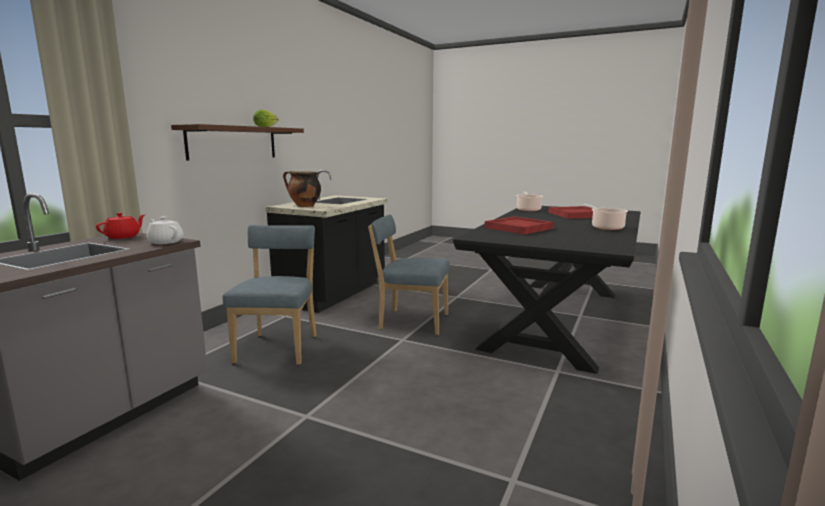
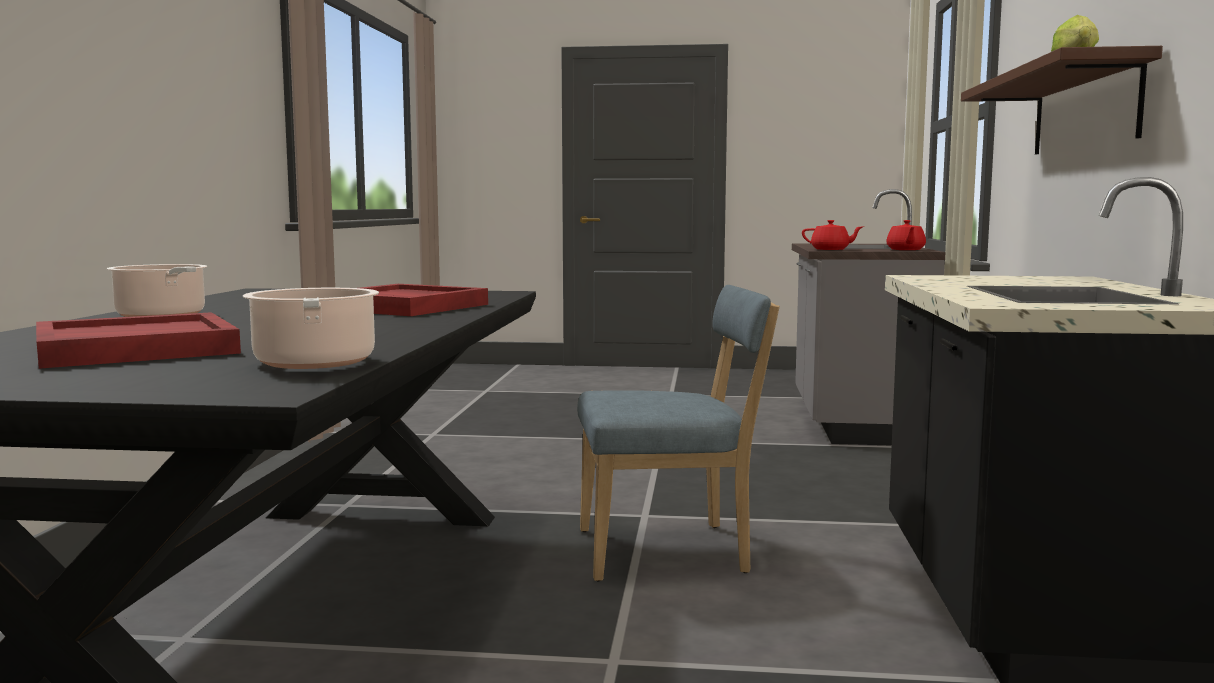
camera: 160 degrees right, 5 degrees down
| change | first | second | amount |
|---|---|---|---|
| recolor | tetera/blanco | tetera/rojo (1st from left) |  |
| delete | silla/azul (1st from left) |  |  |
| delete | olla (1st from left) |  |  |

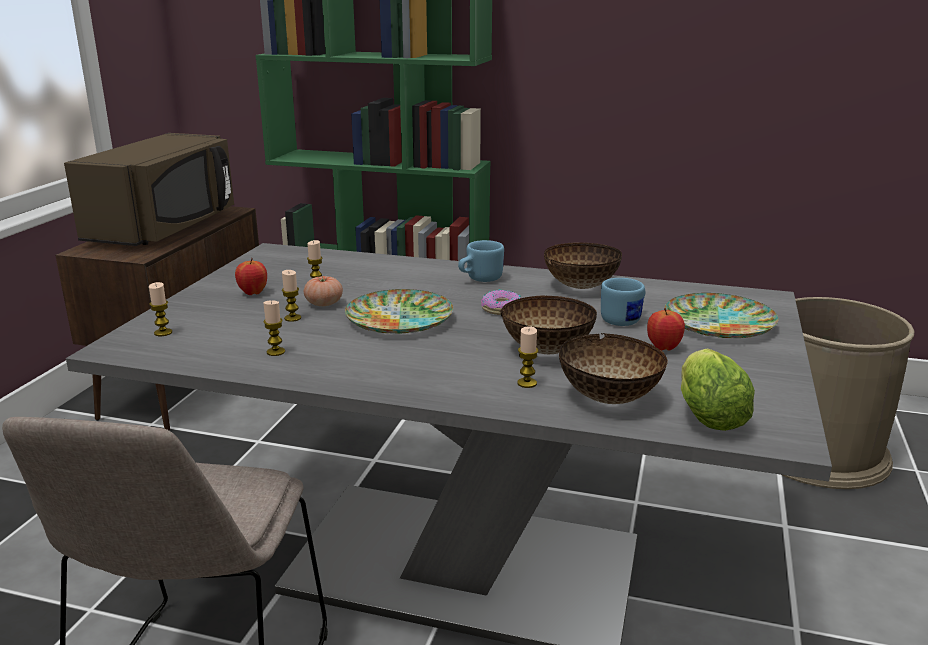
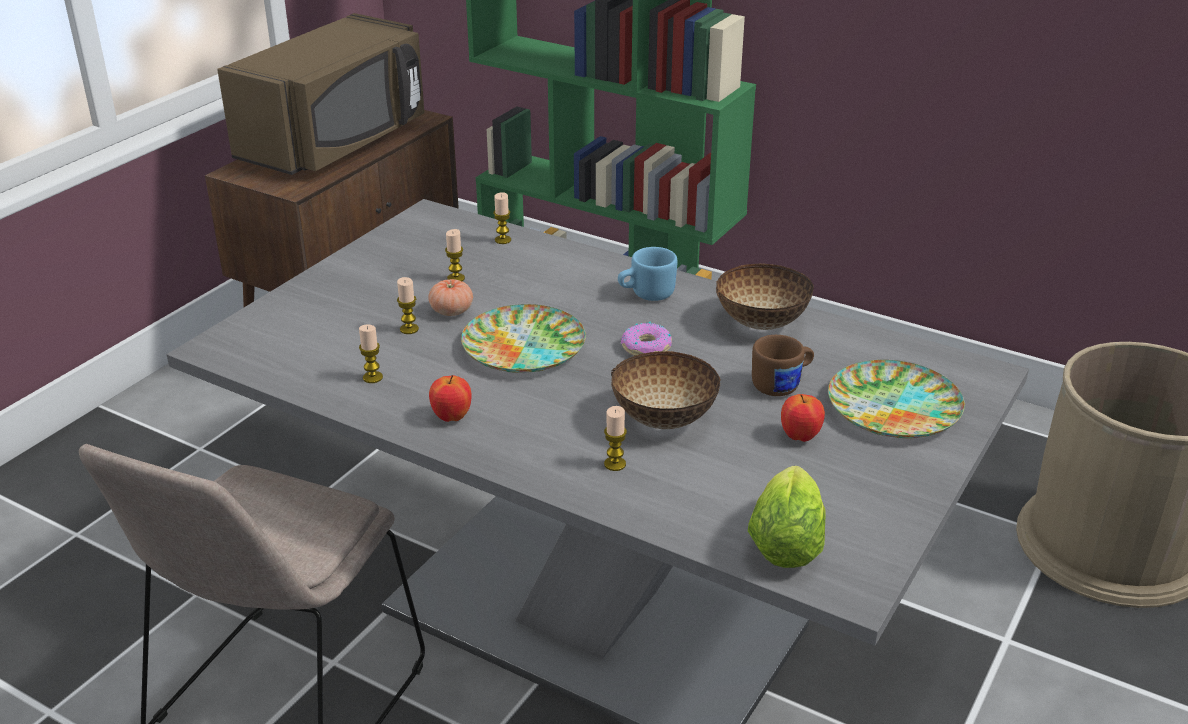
camera: 15 degrees right, 10 degrees up
| change | first | second | amount |
|---|---|---|---|
| move | manzana (1st from left) |  |  |
| move | vela (1st from left in the first image) | vela (4th from left) |  |
| recolor | taza grande/azul (2nd from left) | taza grande/marrón |  |
| delete | cuenco (3rd from left) |  |  |

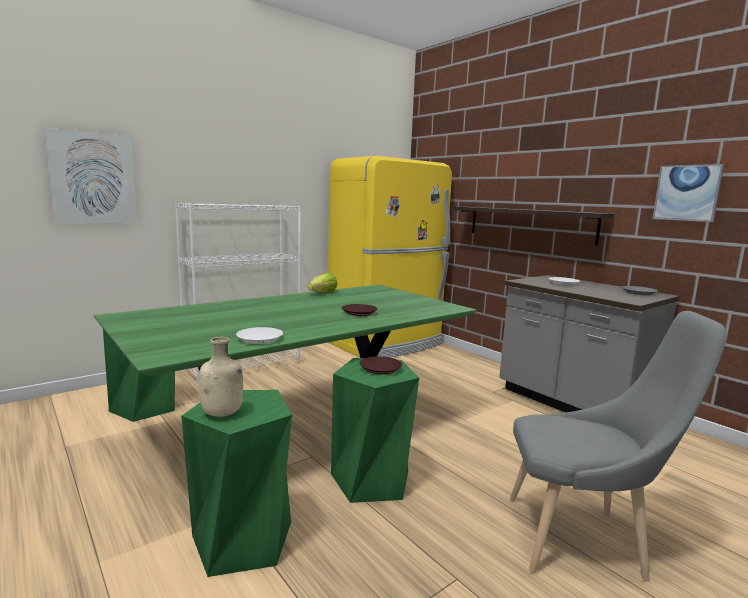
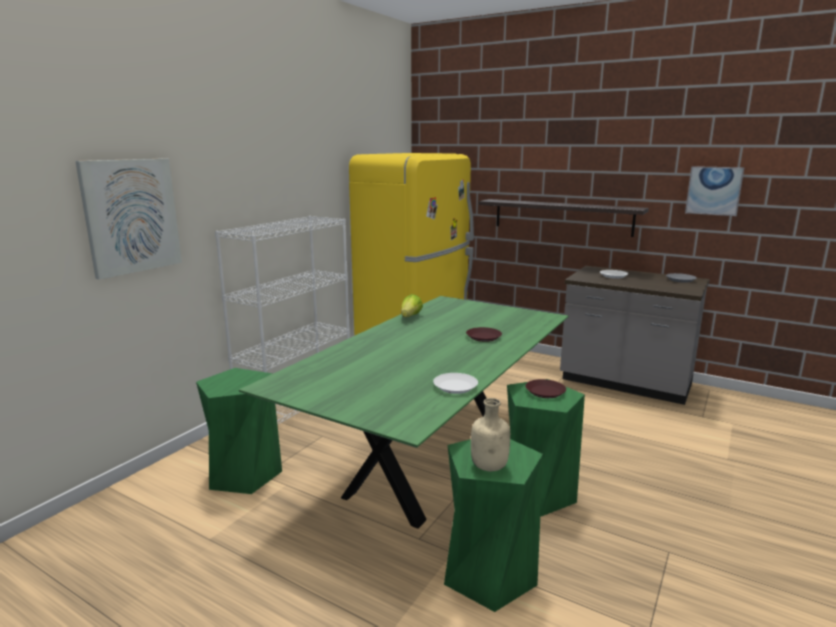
camera: 20 degrees left, 5 degrees up
| change | first | second | amount |
|---|---|---|---|
| delete | silla/gris |  |  |

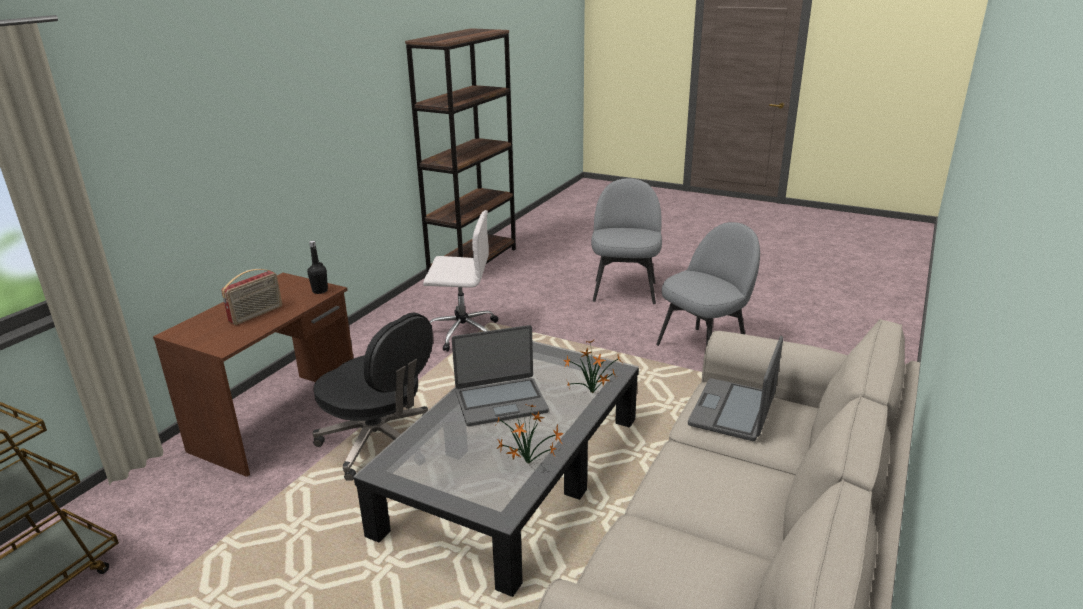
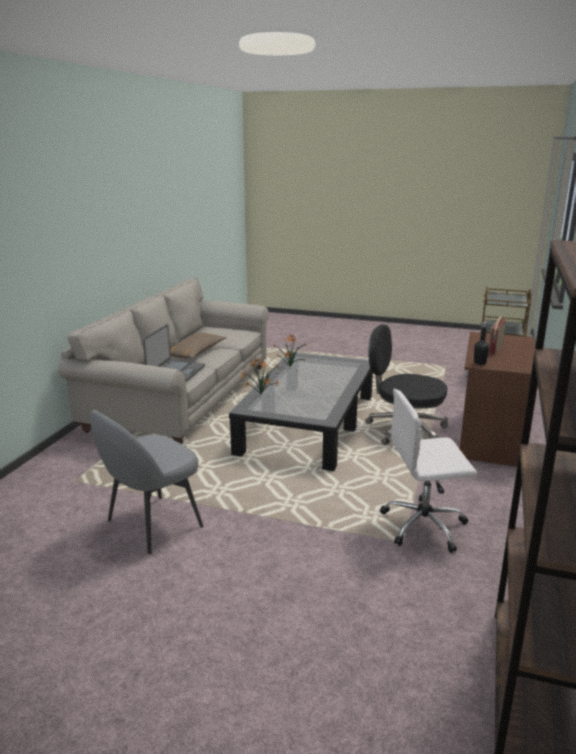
camera: 170 degrees right, 5 degrees down
| change | first | second | amount |
|---|---|---|---|
| insert |  | cojín/marrón |  |
| delete | portátil (1st from left) |  |  |
| delete | silla/gris (1st from left) |  |  |

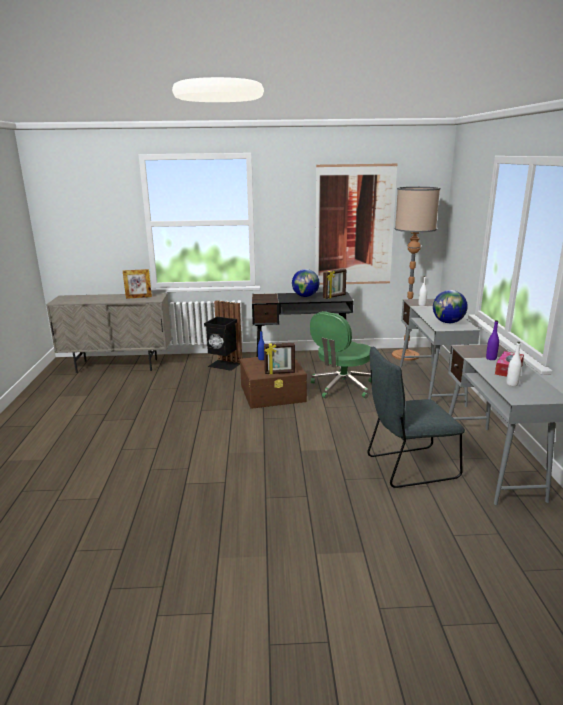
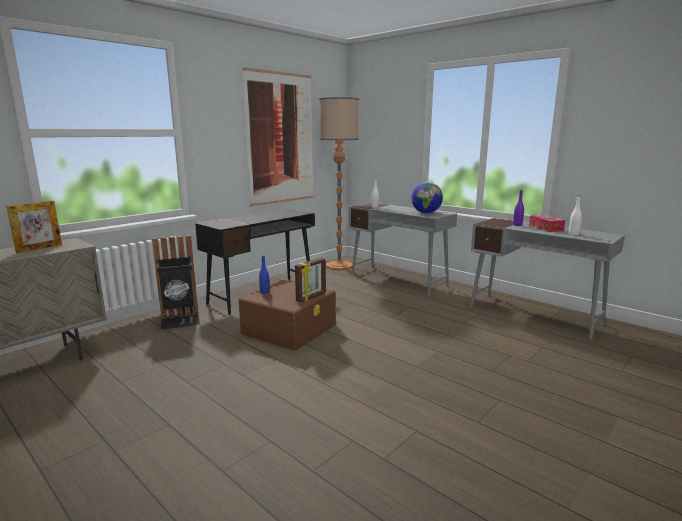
camera: 45 degrees left, 5 degrees down
| change | first | second | amount |
|---|---|---|---|
| delete | globo terráqueo (1st from left) |  |  |
| delete | silla de oficina/verde |  |  |
| delete | portarretratos (3rd from left) |  |  |
| delete | silla/gris |  |  |

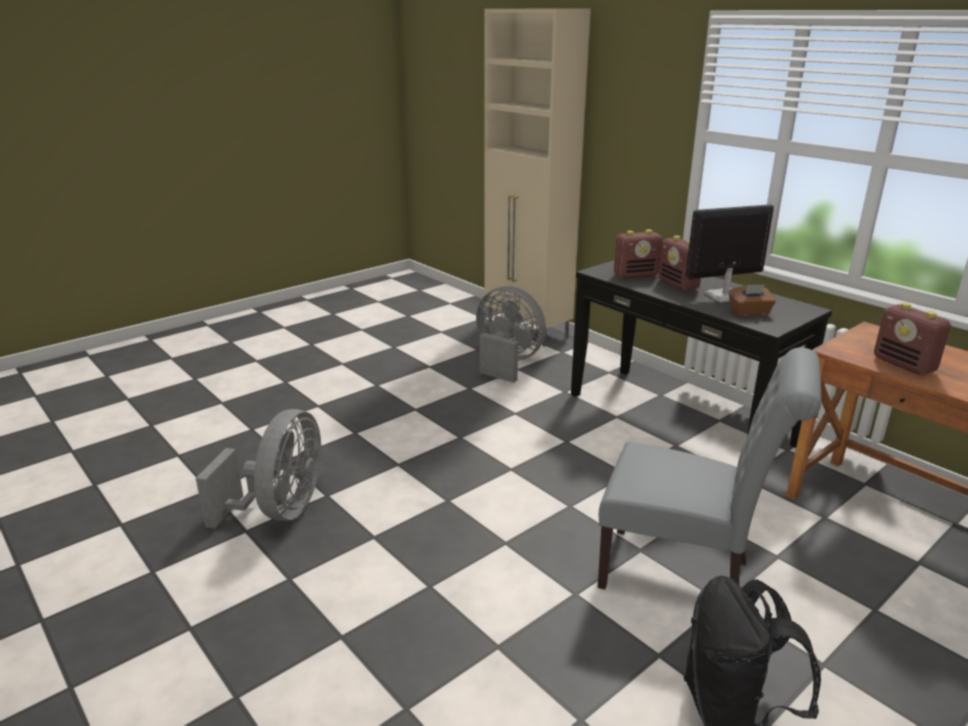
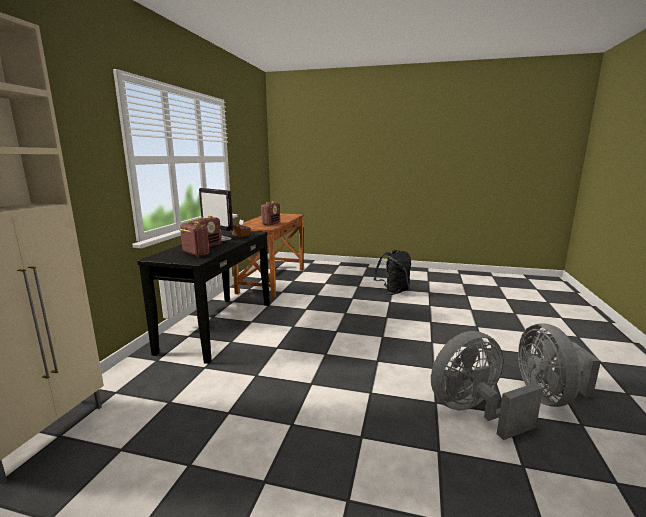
camera: 125 degrees left, 10 degrees down
| change | first | second | amount |
|---|---|---|---|
| move | ventilador/gris (2nd from left) |  |  |
| delete | silla/gris |  |  |

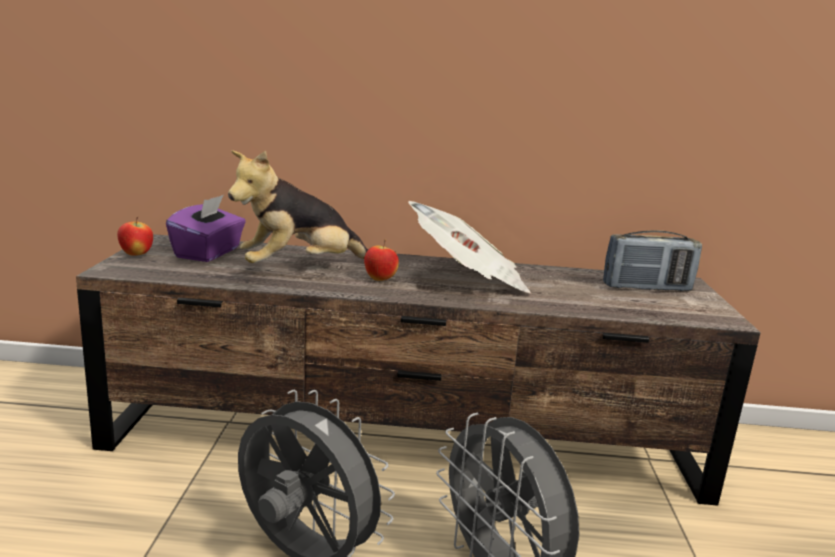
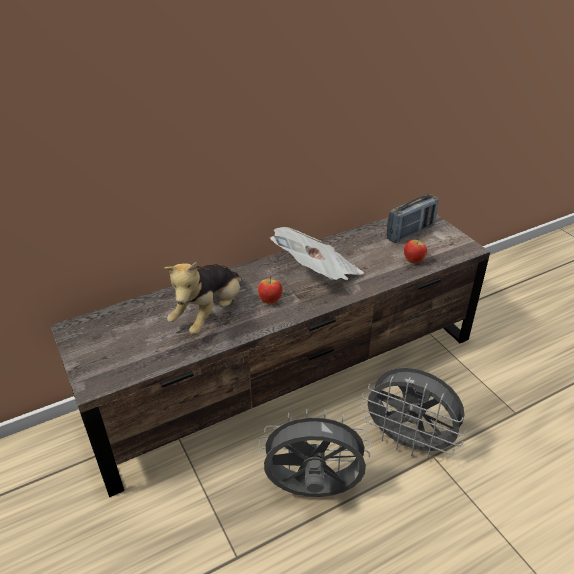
camera: 30 degrees left, 20 degrees up
| change | first | second | amount |
|---|---|---|---|
| move | manzana (1st from left in the first image) | manzana (2nd from left) |  |
| delete | caja de pañuelos/morado |  |  |

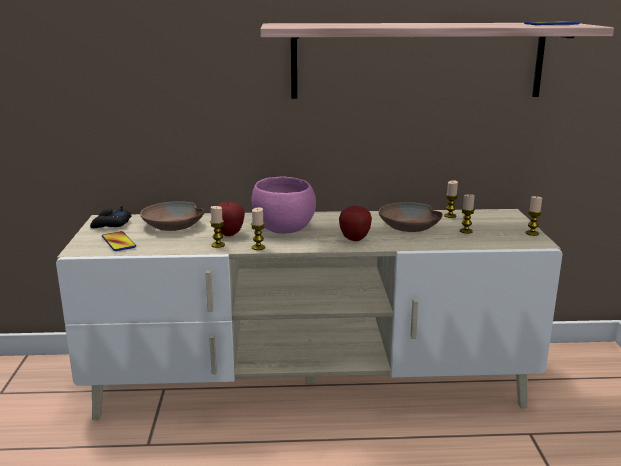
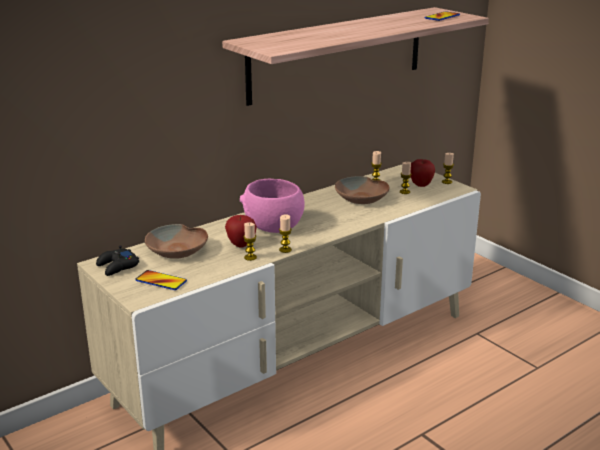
camera: 35 degrees left, 5 degrees up
| change | first | second | amount |
|---|---|---|---|
| move | manzana (2nd from left) |  |  |

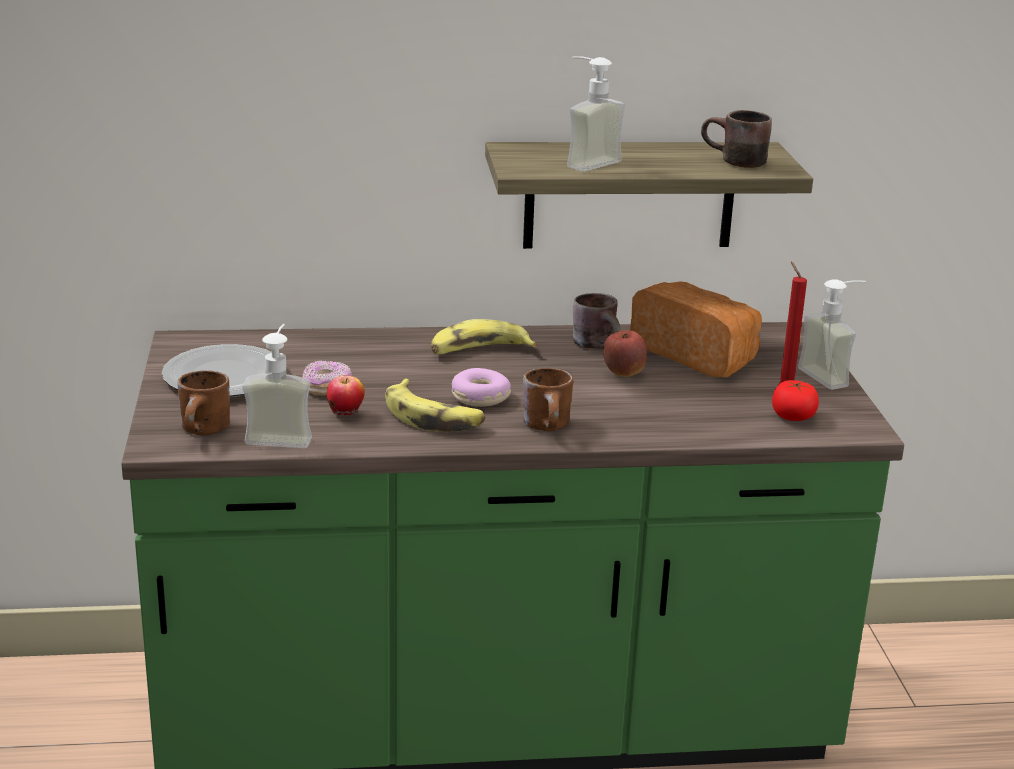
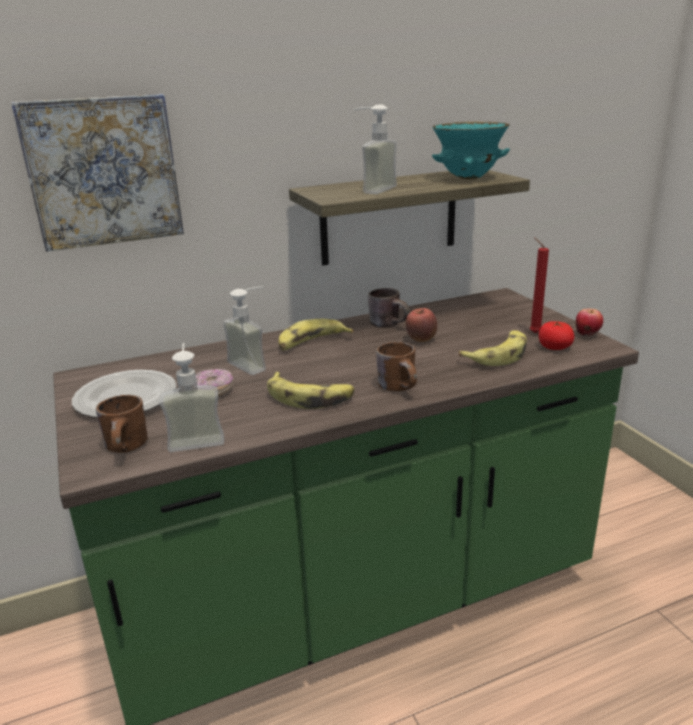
camera: 15 degrees left, 0 degrees up
| change | first | second | amount |
|---|---|---|---|
| insert |  | cuadro |  |
| move | dispensador de jabón (3rd from left in the first image) | dispensador de jabón (2nd from left) |  |
| replace | taza grande/marrón (4th from left) | cuenco/turquesa |  |
| insert |  | plátano (3rd from left) |  |
| move | manzana (1st from left in the first image) | manzana (2nd from left) |  |
| delete | rosquilla (2nd from left) |  |  |
| delete | pan |  |  |

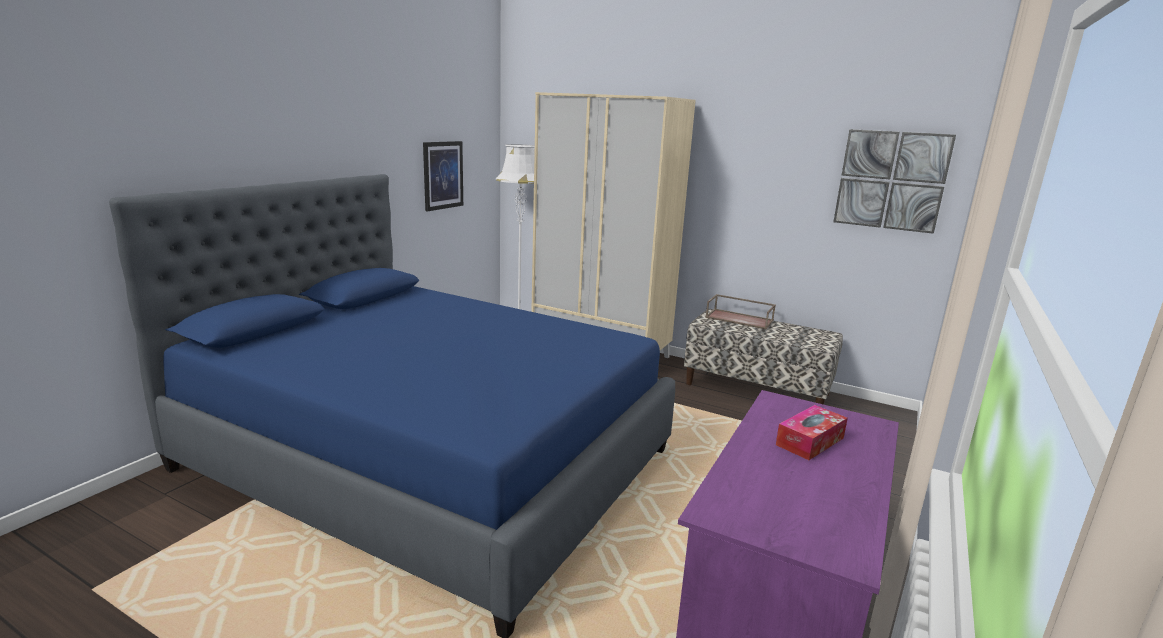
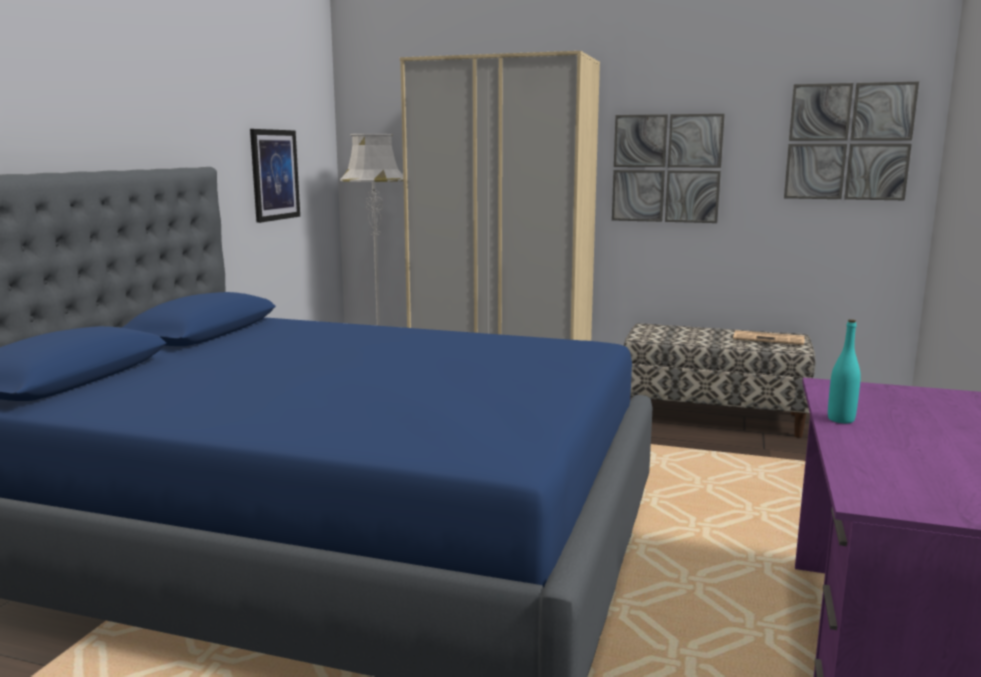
camera: 10 degrees left, 5 degrees down
| change | first | second | amount |
|---|---|---|---|
| insert |  | cuadro (2nd from left) |  |
| insert |  | periódico |  |
| insert |  | botella/turquesa |  |
| delete | bandeja/marrón |  |  |
| delete | caja de pañuelos |  |  |

